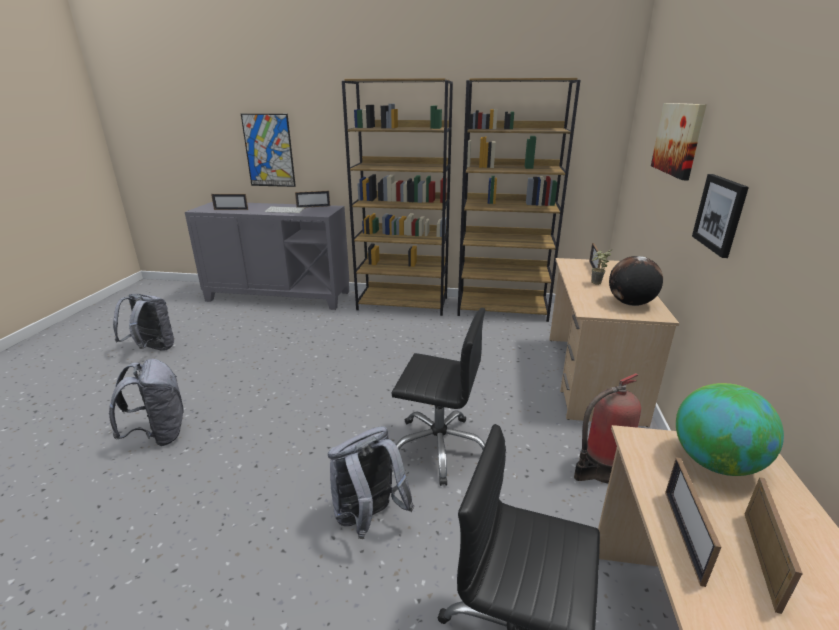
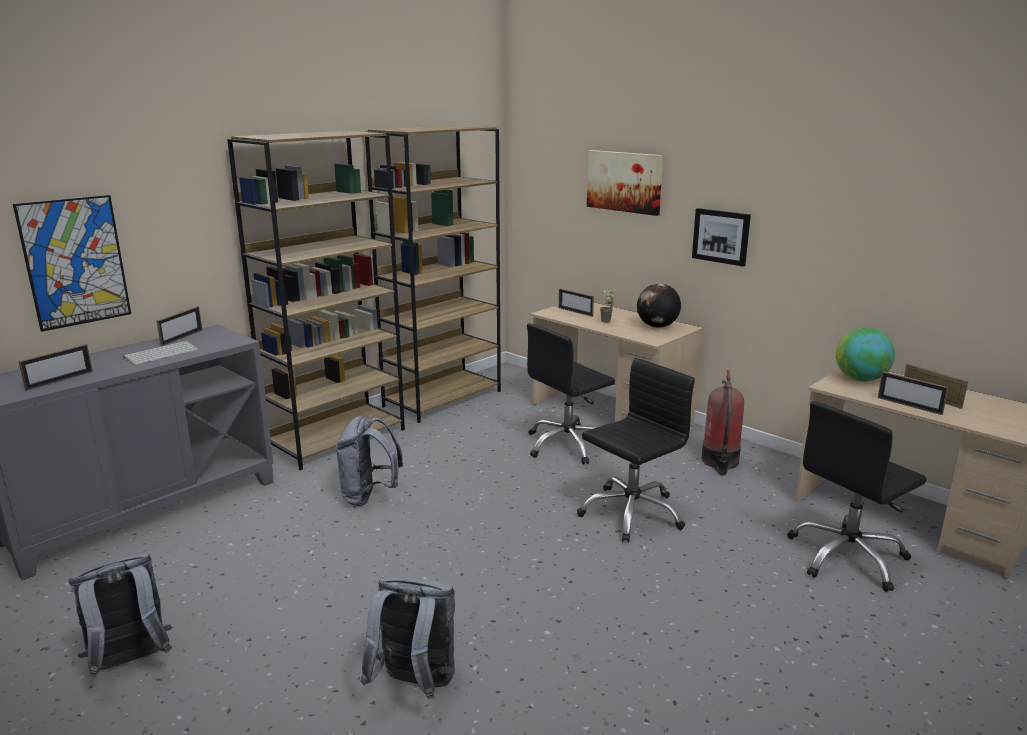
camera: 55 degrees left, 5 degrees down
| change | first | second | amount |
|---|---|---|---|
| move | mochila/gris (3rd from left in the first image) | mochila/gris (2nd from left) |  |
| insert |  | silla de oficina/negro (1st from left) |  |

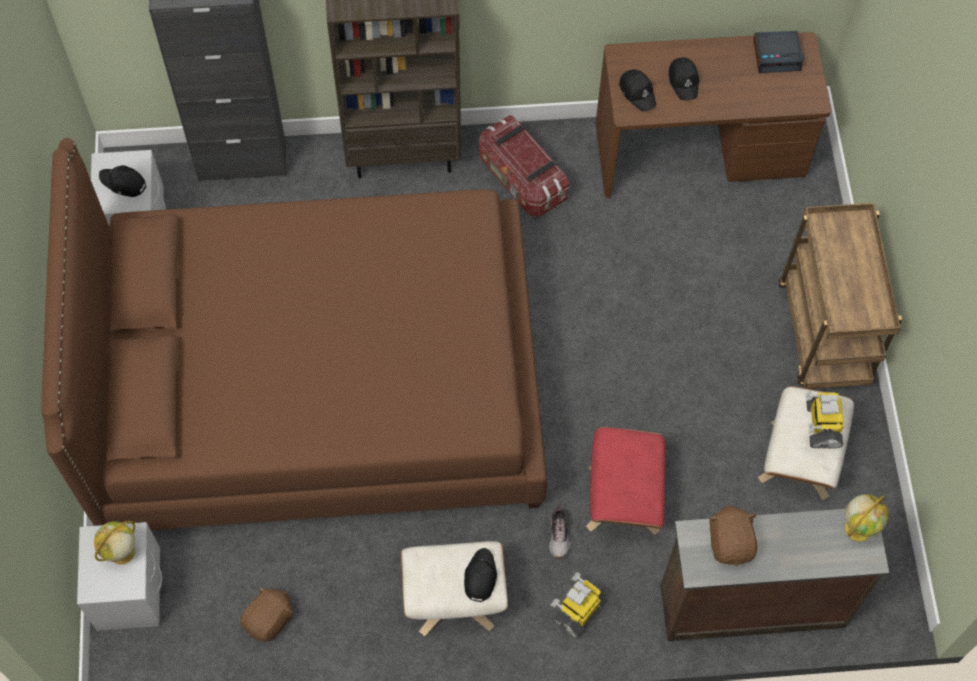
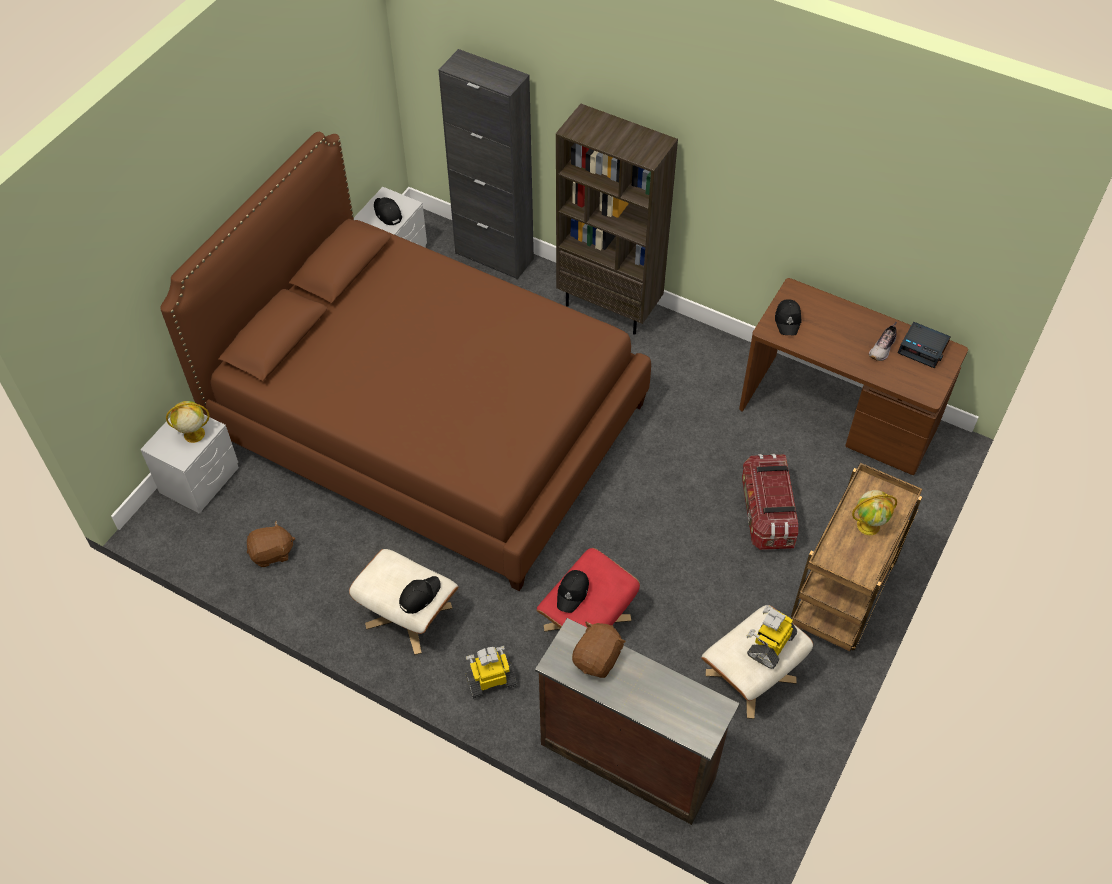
camera: 35 degrees right, 10 degrees down
| change | first | second | amount |
|---|---|---|---|
| move | gorra/negro (4th from left in the first image) | gorra/negro (3rd from left) |  |
| move | caja de almacenaje |  |  |
| move | globo terráqueo (2nd from left) |  |  |
| move | zapato |  |  |

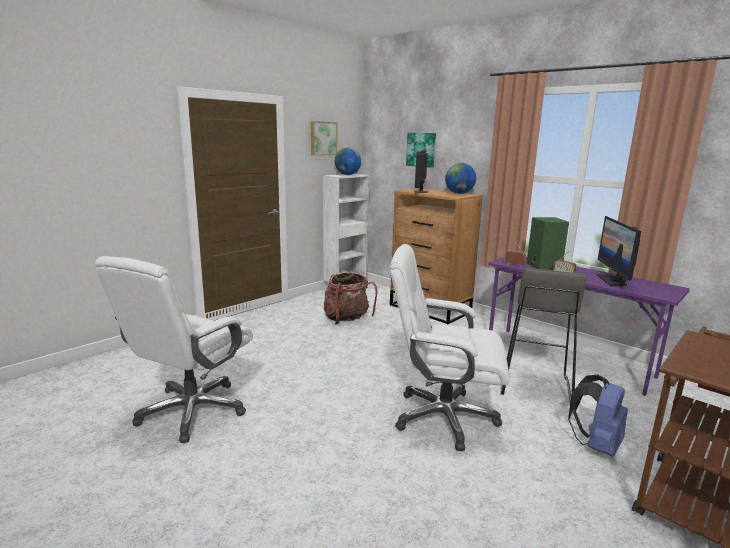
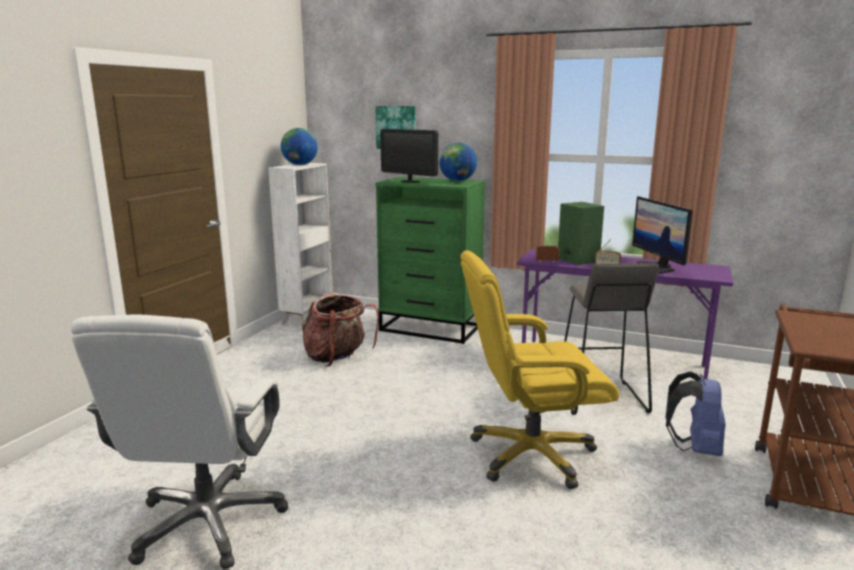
camera: 20 degrees left, 0 degrees up
| change | first | second | amount |
|---|---|---|---|
| recolor | cómoda/marrón | cómoda/verde |  |
| rotate | monitor (1st from left) |  | 45 degrees counterclockwise |
| recolor | silla de oficina/blanco (2nd from left) | silla de oficina/amarillo |  |
| delete | cuadro (1st from left) |  |  |

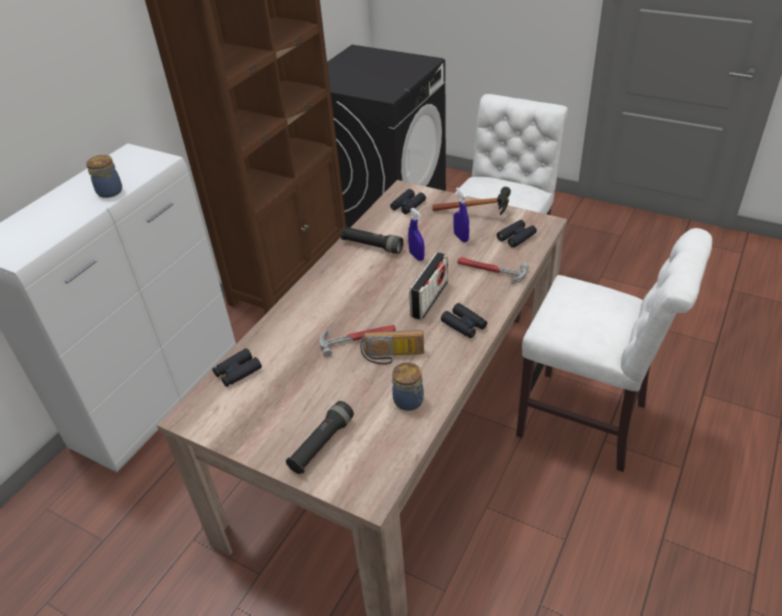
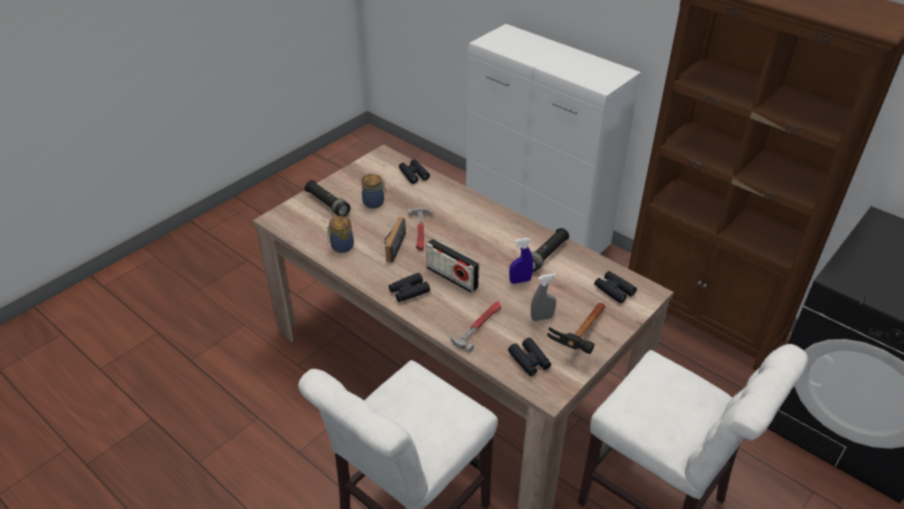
camera: 100 degrees right, 0 degrees up
| change | first | second | amount |
|---|---|---|---|
| move | tarro (1st from left in the first image) | tarro (2nd from left) |  |
| recolor | pulverizador/azul (2nd from left) | pulverizador/gris |  |

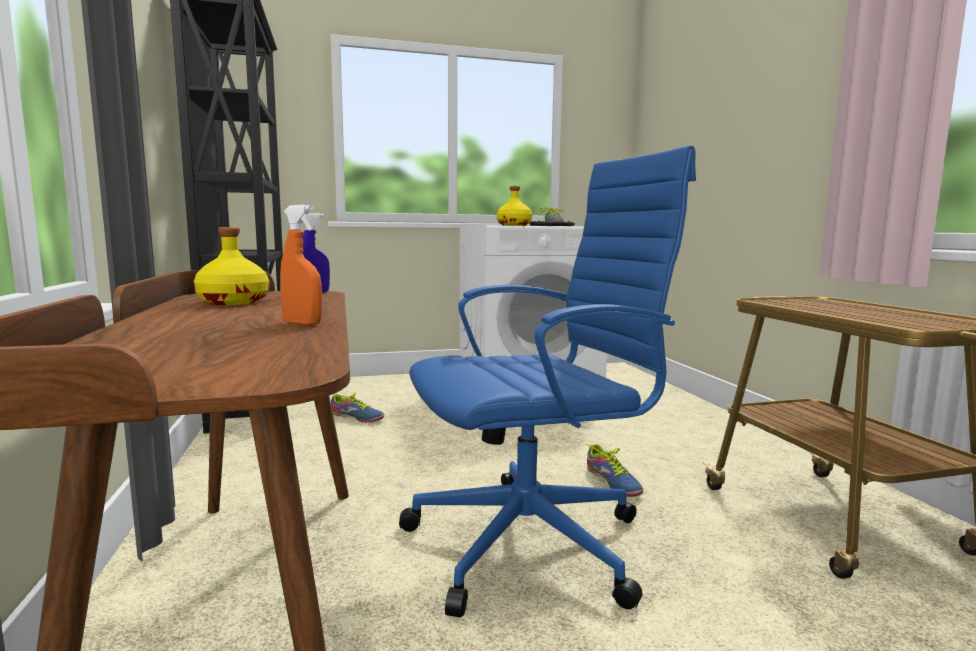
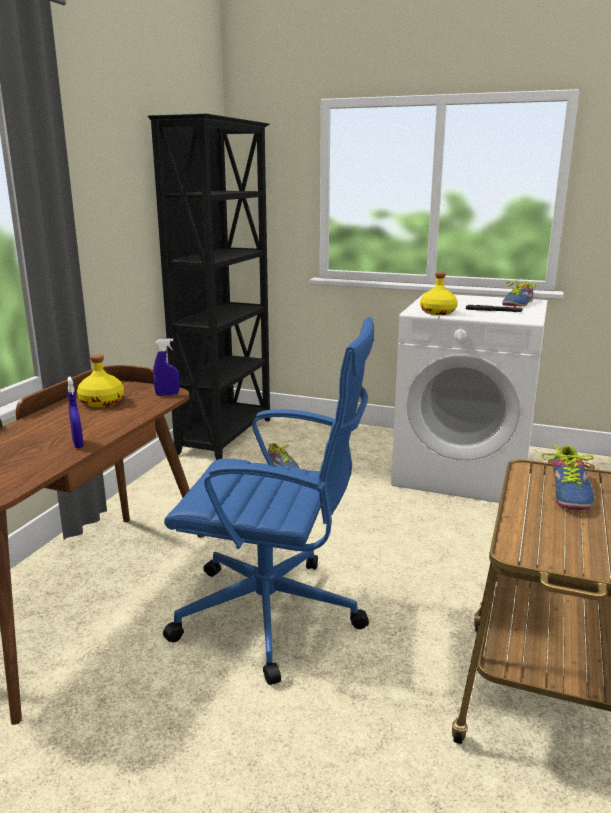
camera: 35 degrees right, 10 degrees up
| change | first | second | amount |
|---|---|---|---|
| recolor | pulverizador/naranja | pulverizador/azul (1st from left) |  |
| move | zapato (3rd from left) |  |  |

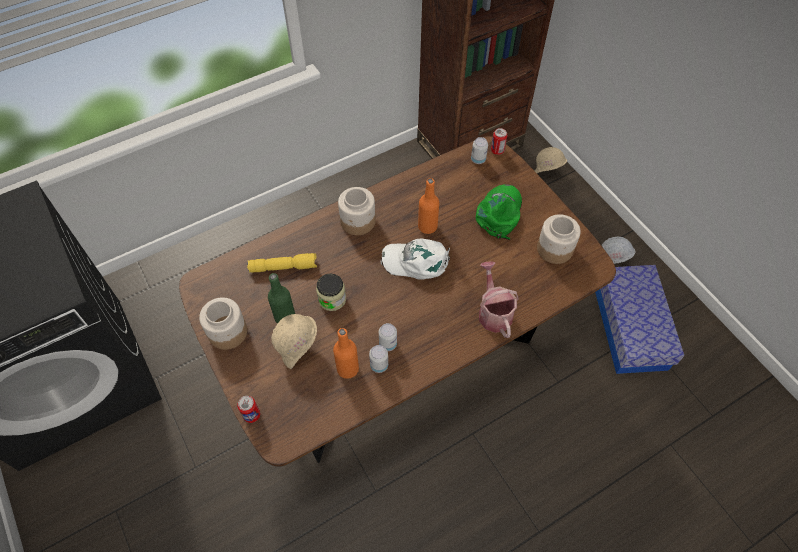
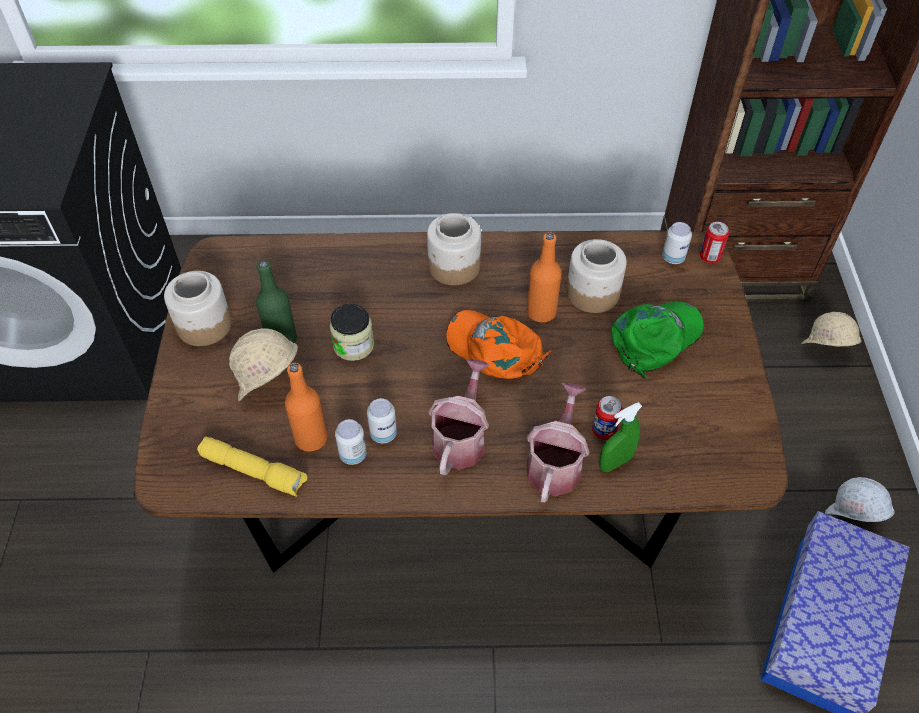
camera: 30 degrees right, 5 degrees down
| change | first | second | amount |
|---|---|---|---|
| move | linterna/amarillo |  |  |
| insert |  | regadera (1st from left) |  |
| recolor | gorra/blanco | gorra/naranja |  |
| move | tarro (4th from left) |  |  |
| move | lata (1st from left in the first image) | lata (3rd from left) |  |
| insert |  | pulverizador/verde |  |

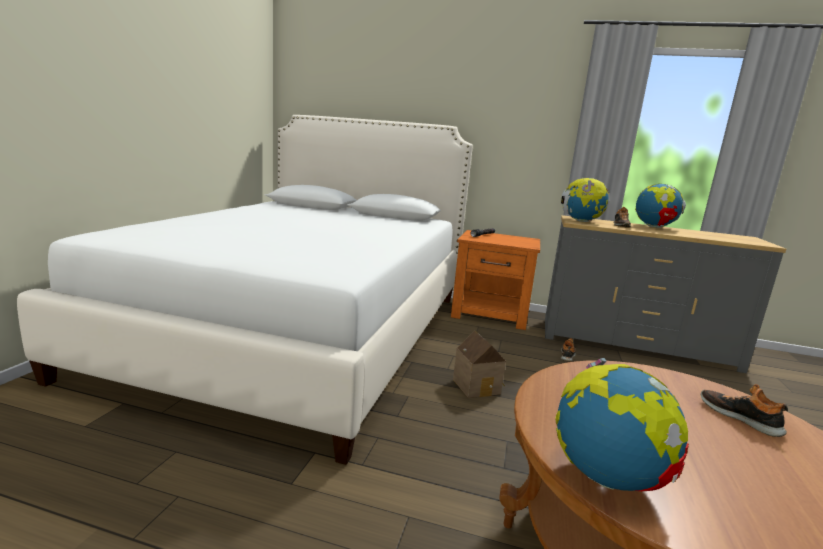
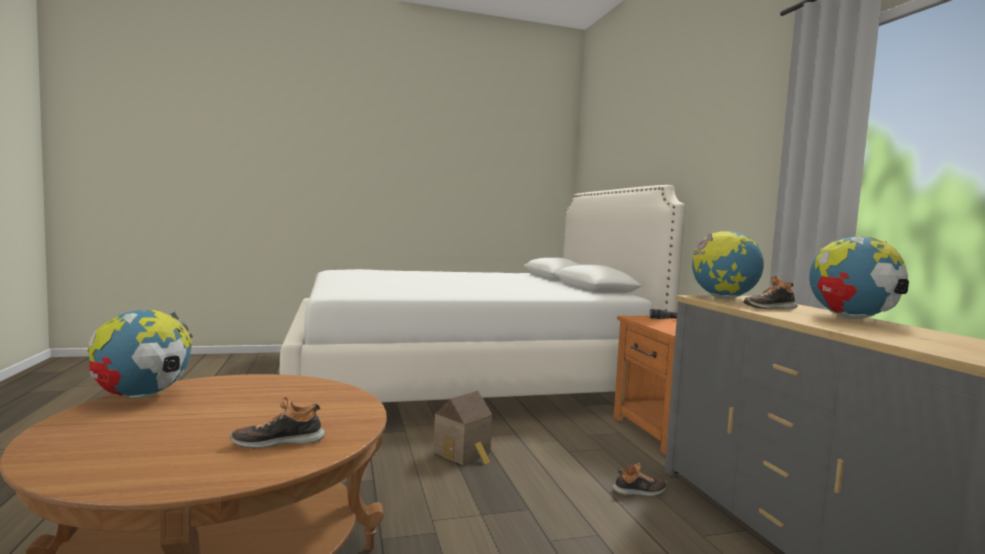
camera: 60 degrees right, 10 degrees down
| change | first | second | amount |
|---|---|---|---|
| rotate | zapato (3rd from left in the first image) | zapato (1st from left) | 135 degrees counterclockwise |

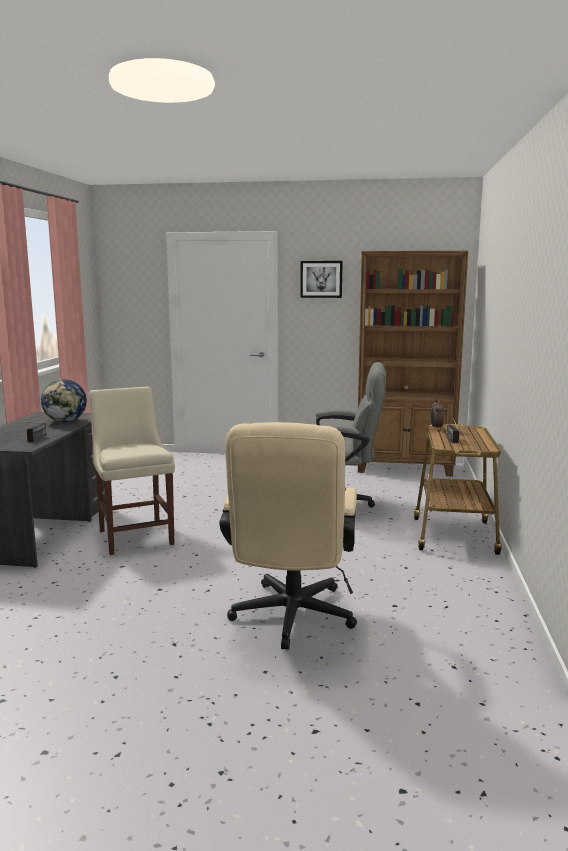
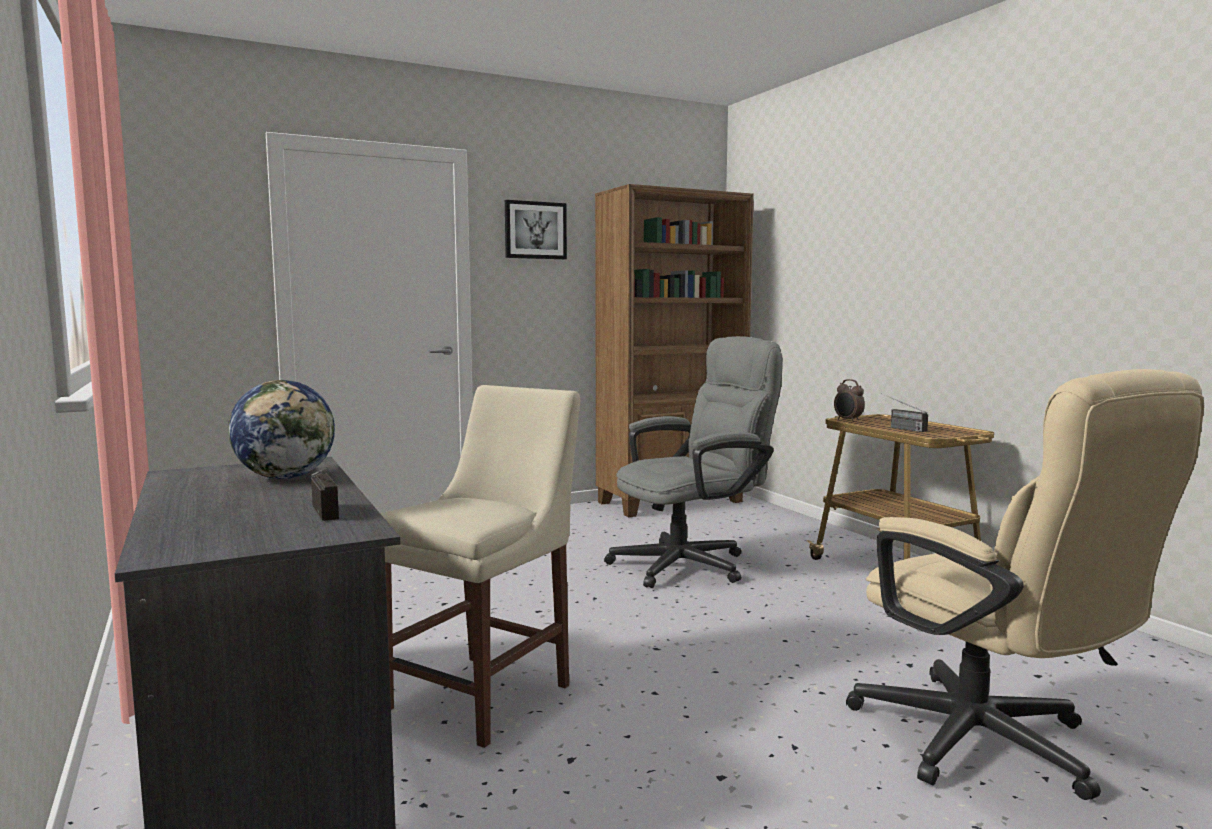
camera: 35 degrees left, 5 degrees down
| change | first | second | amount |
|---|---|---|---|
| rotate | silla/beis |  | 90 degrees clockwise |

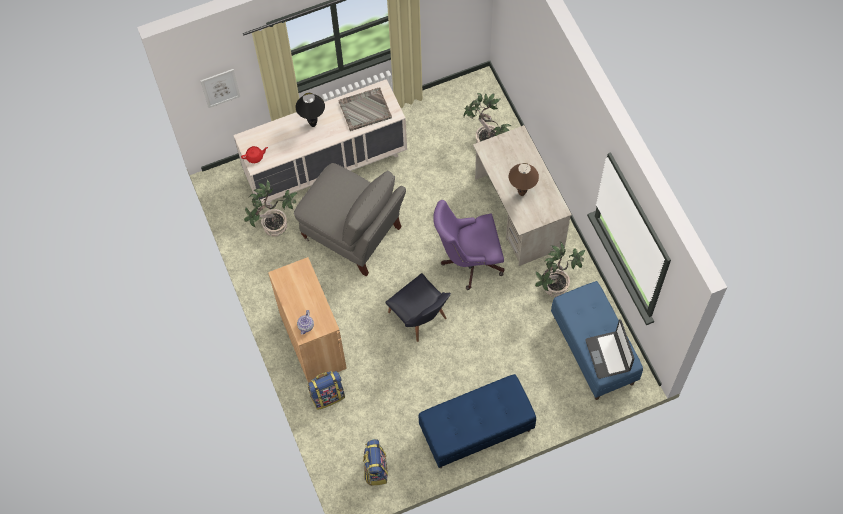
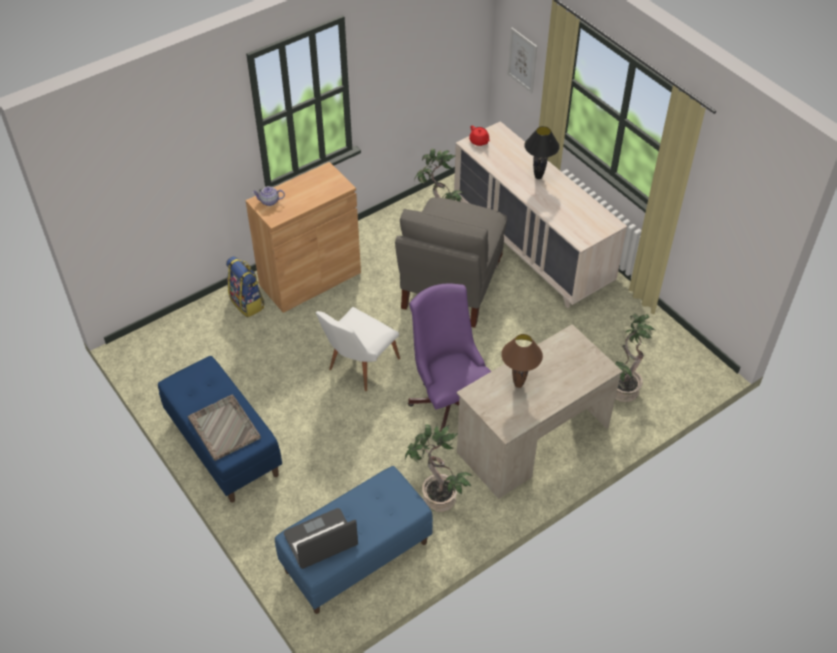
camera: 75 degrees right, 15 degrees down
| change | first | second | amount |
|---|---|---|---|
| move | bandeja/gris |  |  |
| recolor | silla/negro | silla/blanco |  |
| delete | mochila (2nd from left) |  |  |

